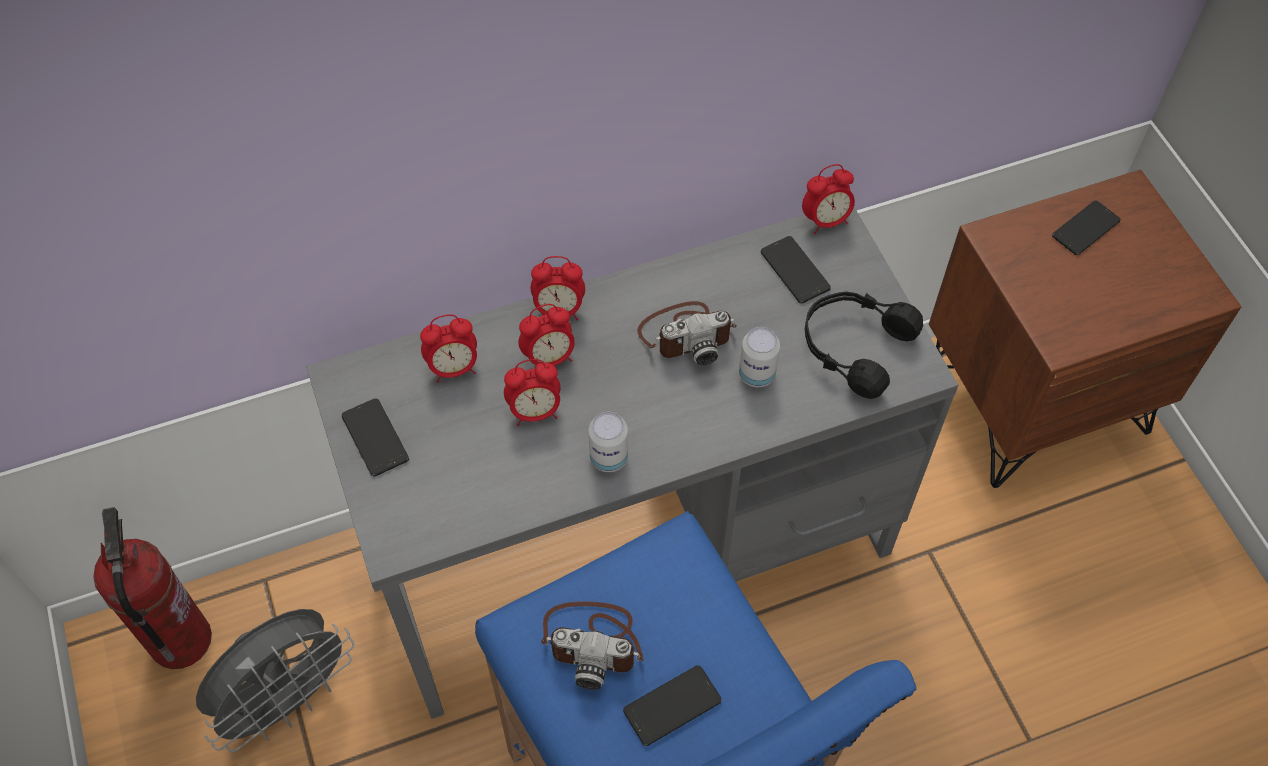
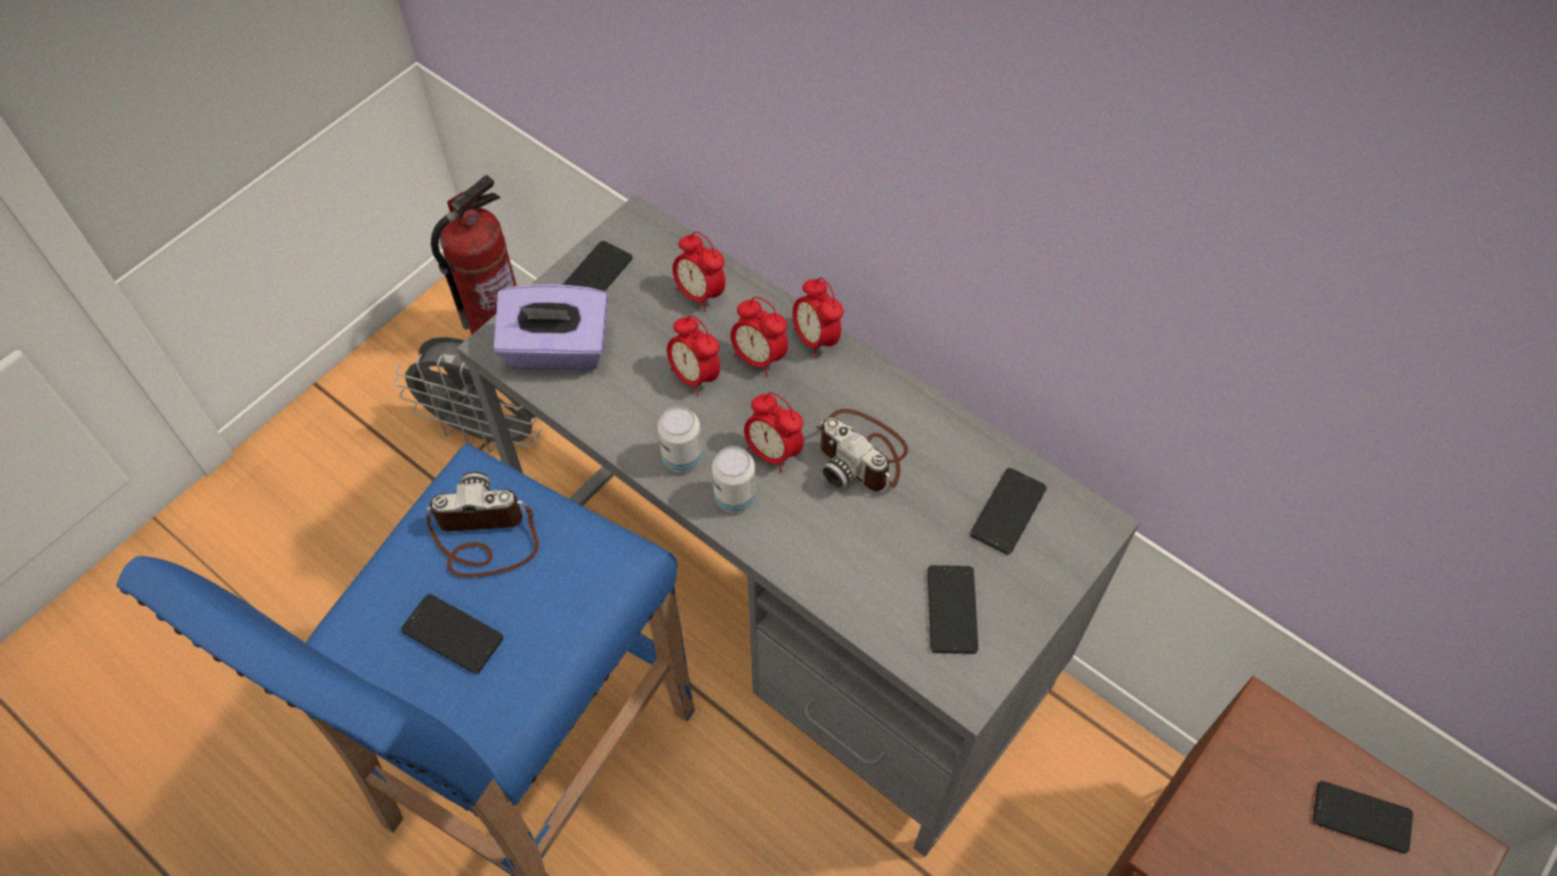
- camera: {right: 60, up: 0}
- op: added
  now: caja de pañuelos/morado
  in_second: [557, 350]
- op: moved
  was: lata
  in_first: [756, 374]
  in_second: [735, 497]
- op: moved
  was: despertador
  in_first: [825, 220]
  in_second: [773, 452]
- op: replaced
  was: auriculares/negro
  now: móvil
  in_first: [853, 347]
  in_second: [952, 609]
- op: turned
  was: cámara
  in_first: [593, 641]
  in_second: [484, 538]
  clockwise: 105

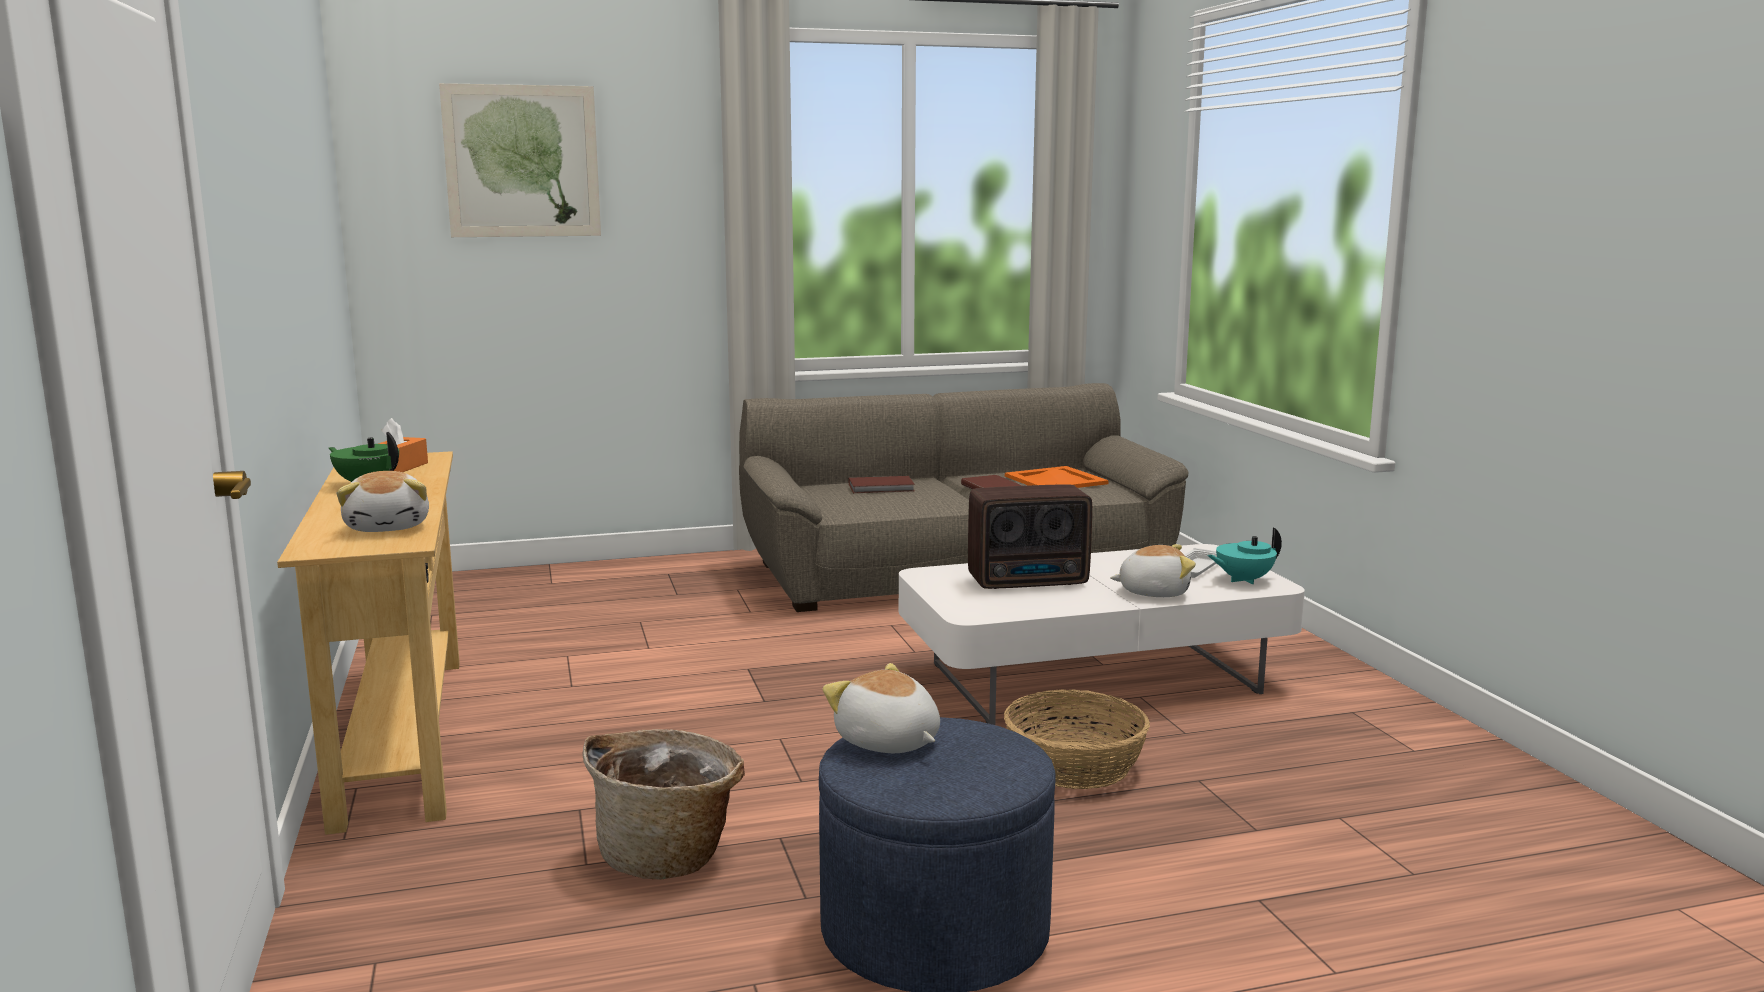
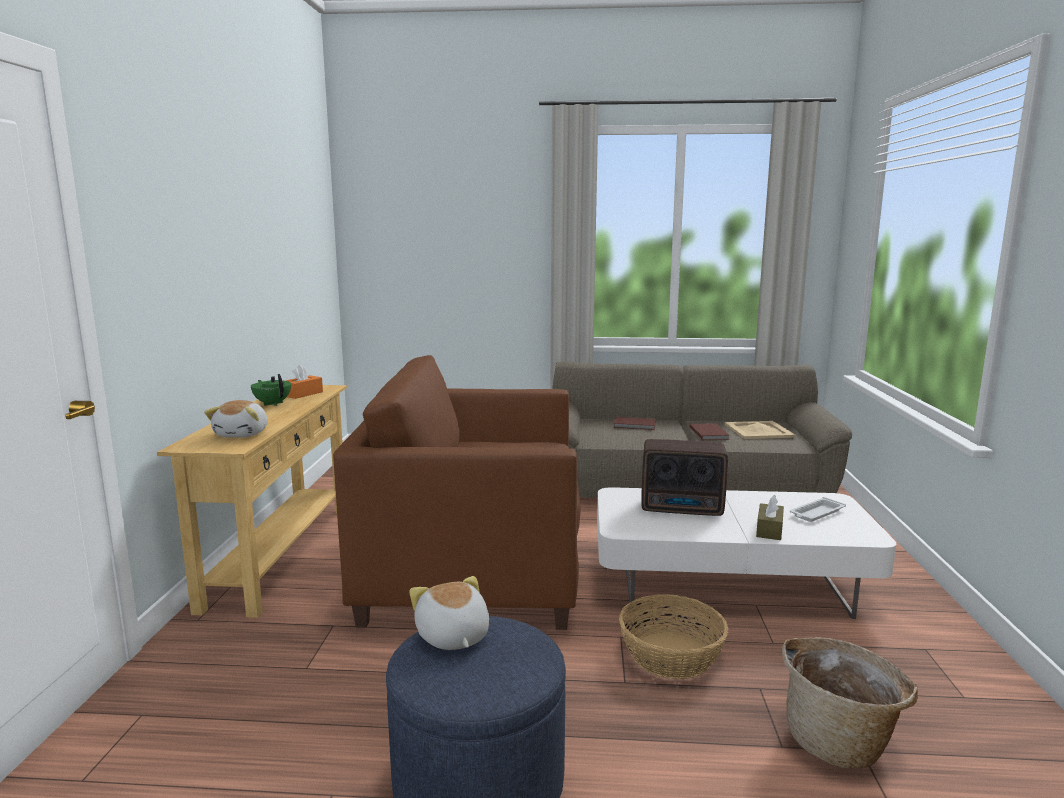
- camera: {right: 20, up: 0}
- op: removed
  was: cuadro
  in_first: [522, 161]
- op: removed
  was: tetera/turquesa
  in_first: [1243, 580]
- op: added
  now: sillón/marrón
  in_second: [474, 572]
- op: moved
  was: cesta
  in_first: [668, 856]
  in_second: [839, 741]
- op: replaced
  was: peluche
  now: caja de pañuelos/marrón
  in_first: [1153, 592]
  in_second: [769, 530]
- op: recoloured
  was: bandeja/naranja
  now: bandeja/beis
  in_first: [1054, 480]
  in_second: [758, 430]

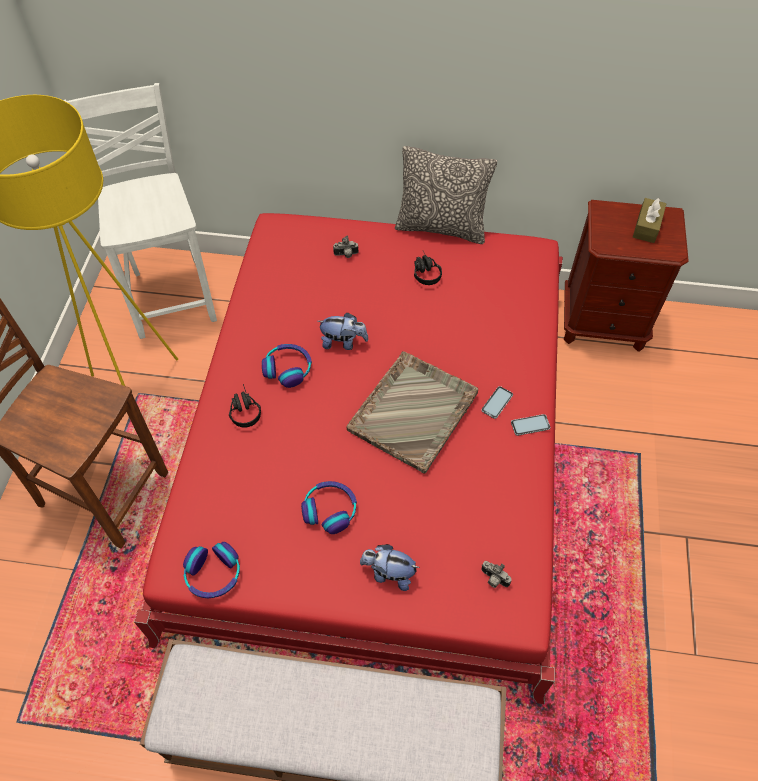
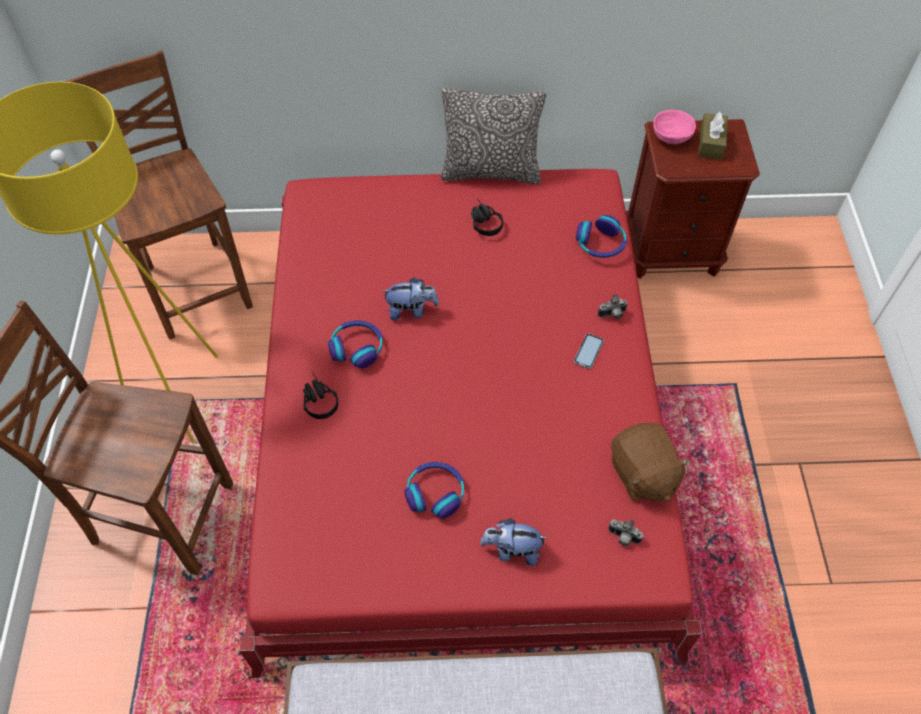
- camera: {right: -10, up: 0}
- op: removed
  was: bandeja/gris
  in_first: [414, 411]
- op: removed
  was: móvil
  in_first: [530, 425]
- op: added
  now: peluche/marrón
  in_second: [642, 474]
- op: added
  now: cuenco/rosa
  in_second: [671, 137]
- op: moved
  was: auriculares
  in_first: [213, 574]
  in_second: [600, 243]
- op: moved
  was: cámara
  in_first: [346, 255]
  in_second: [612, 315]
- op: recoloured
  was: silla/blanco
  now: silla/marrón
  in_first: [173, 295]
  in_second: [197, 285]

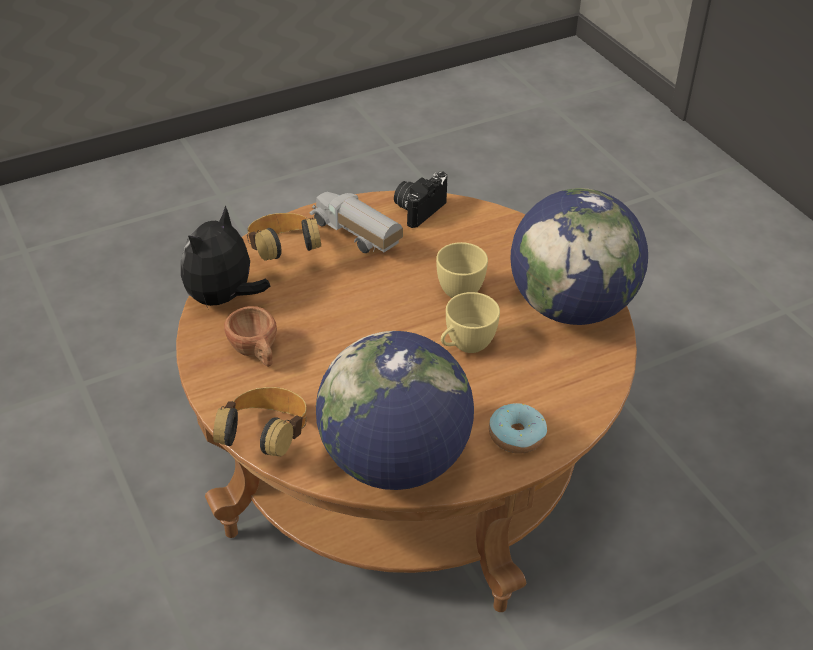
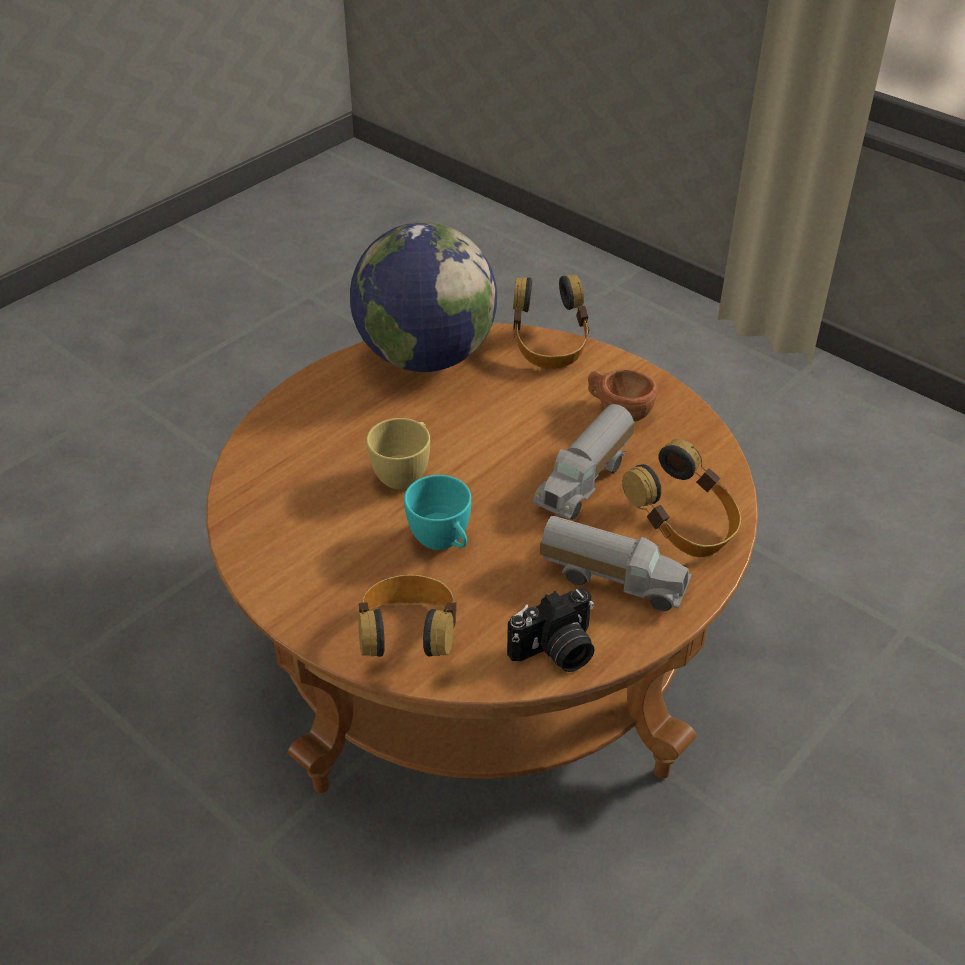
- camera: {right: 160, up: 0}
- op: removed
  was: peluche
  in_first: [223, 298]
- op: removed
  was: rosquilla
  in_first: [516, 436]
- op: removed
  was: globo terráqueo
  in_first: [571, 307]
- op: added
  now: auriculares
  in_second: [409, 638]
- op: added
  now: camión de juguete
  in_second: [585, 482]
- op: recoloured
  was: taza/amarillo
  now: taza/turquesa
  in_first: [458, 287]
  in_second: [443, 542]
- op: turned
  was: cámara
  in_first: [418, 209]
  in_second: [556, 651]
  clockwise: 45

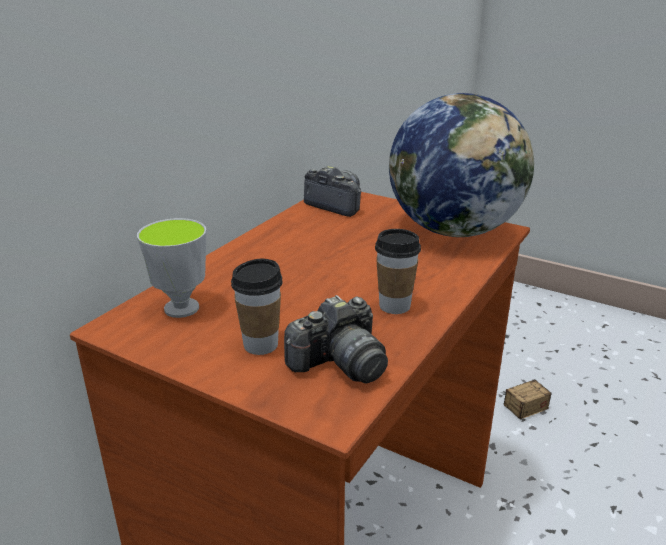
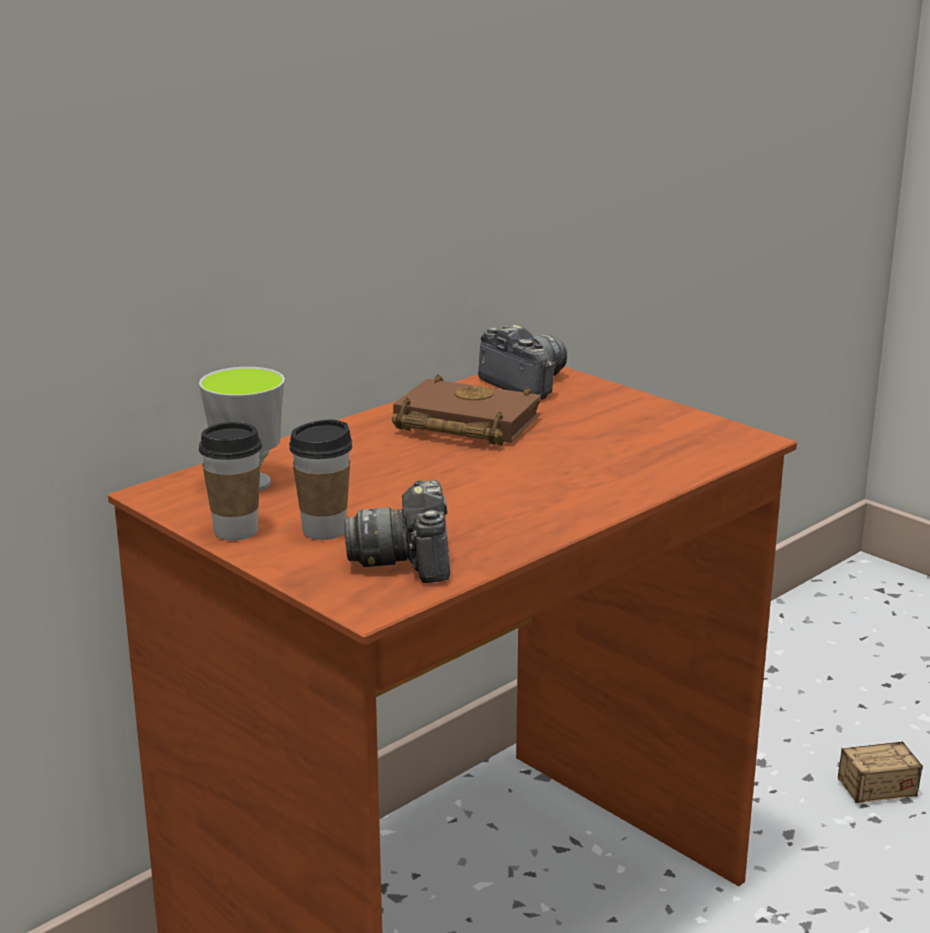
- camera: {right: 15, up: -5}
- op: removed
  was: globo terráqueo
  in_first: [454, 230]
- op: added
  now: libro/marrón
  in_second: [461, 424]
- op: moved
  was: taza
  in_first: [394, 306]
  in_second: [236, 531]
- op: turned
  was: cámara
  in_first: [340, 363]
  in_second: [408, 559]
  clockwise: 105

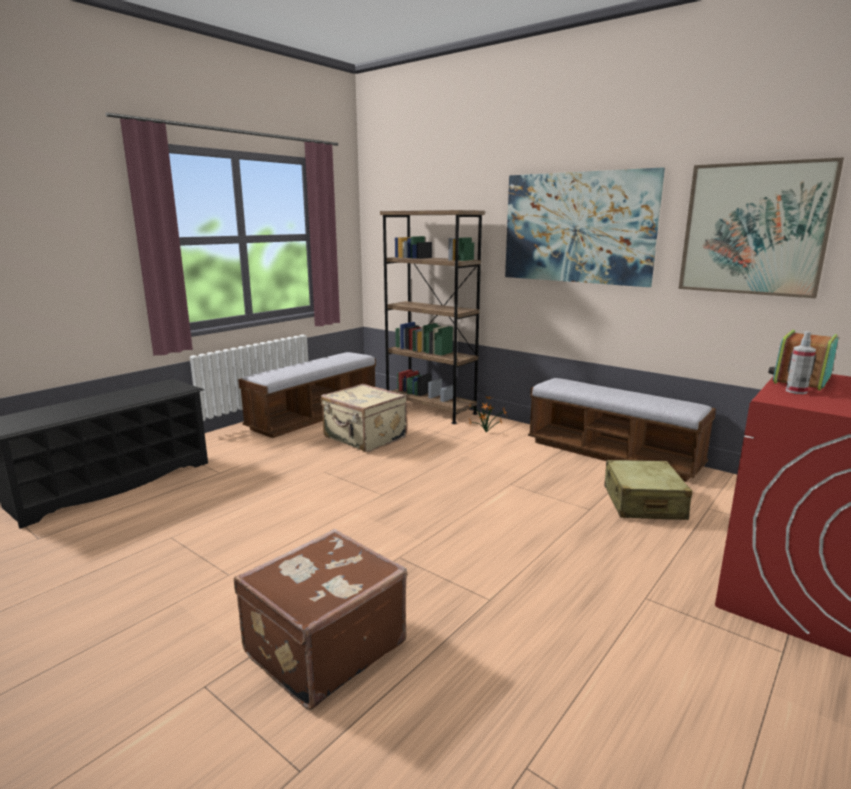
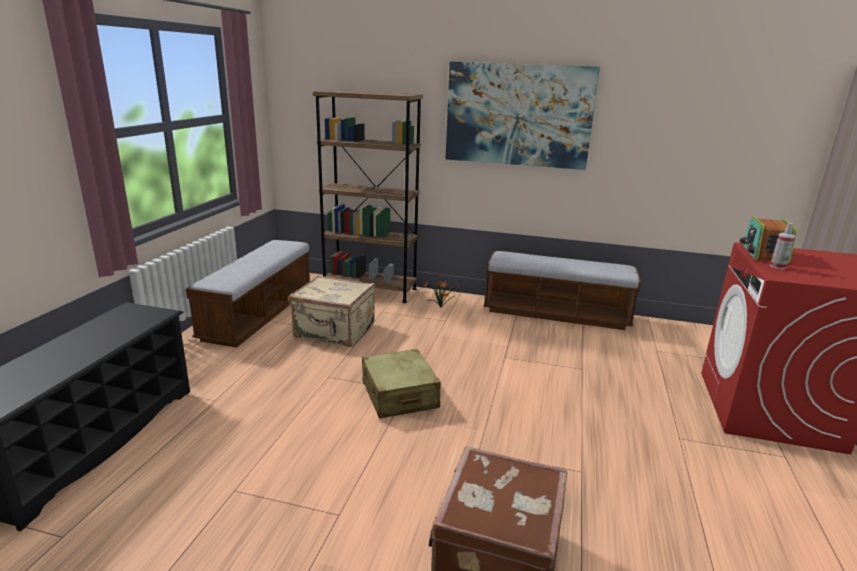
- camera: {right: -25, up: 5}
- op: removed
  was: cuadro
  in_first: [754, 229]
- op: moved
  was: maleta/beis
  in_first: [643, 503]
  in_second: [399, 395]

